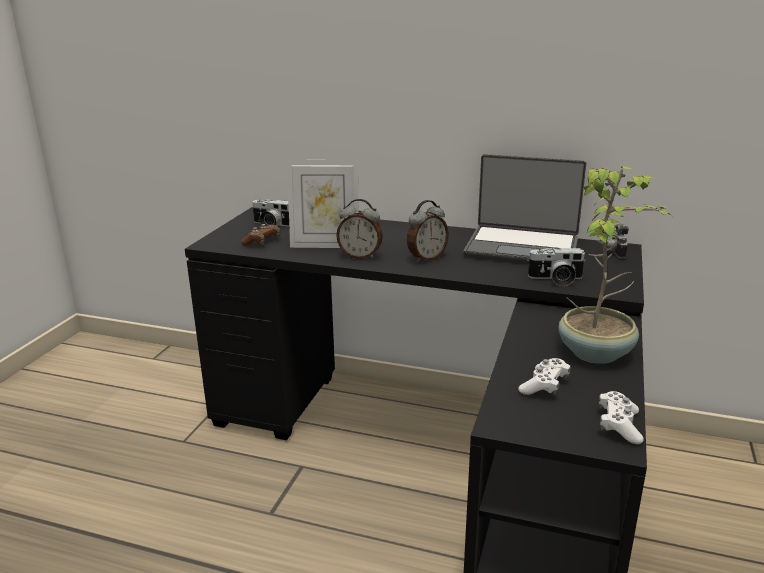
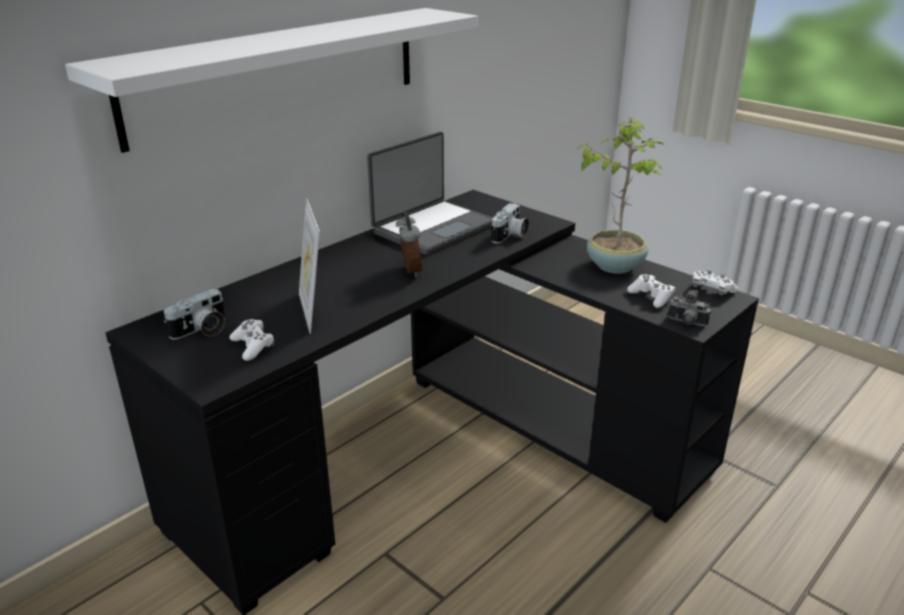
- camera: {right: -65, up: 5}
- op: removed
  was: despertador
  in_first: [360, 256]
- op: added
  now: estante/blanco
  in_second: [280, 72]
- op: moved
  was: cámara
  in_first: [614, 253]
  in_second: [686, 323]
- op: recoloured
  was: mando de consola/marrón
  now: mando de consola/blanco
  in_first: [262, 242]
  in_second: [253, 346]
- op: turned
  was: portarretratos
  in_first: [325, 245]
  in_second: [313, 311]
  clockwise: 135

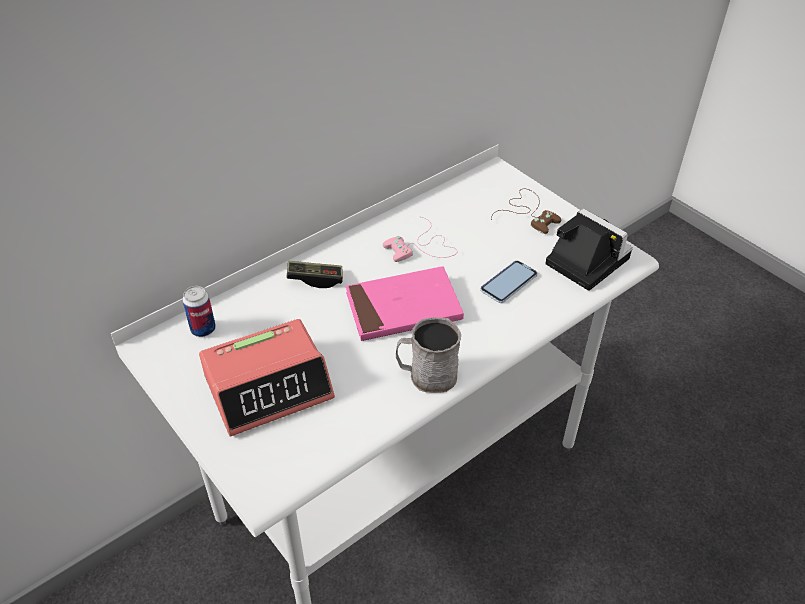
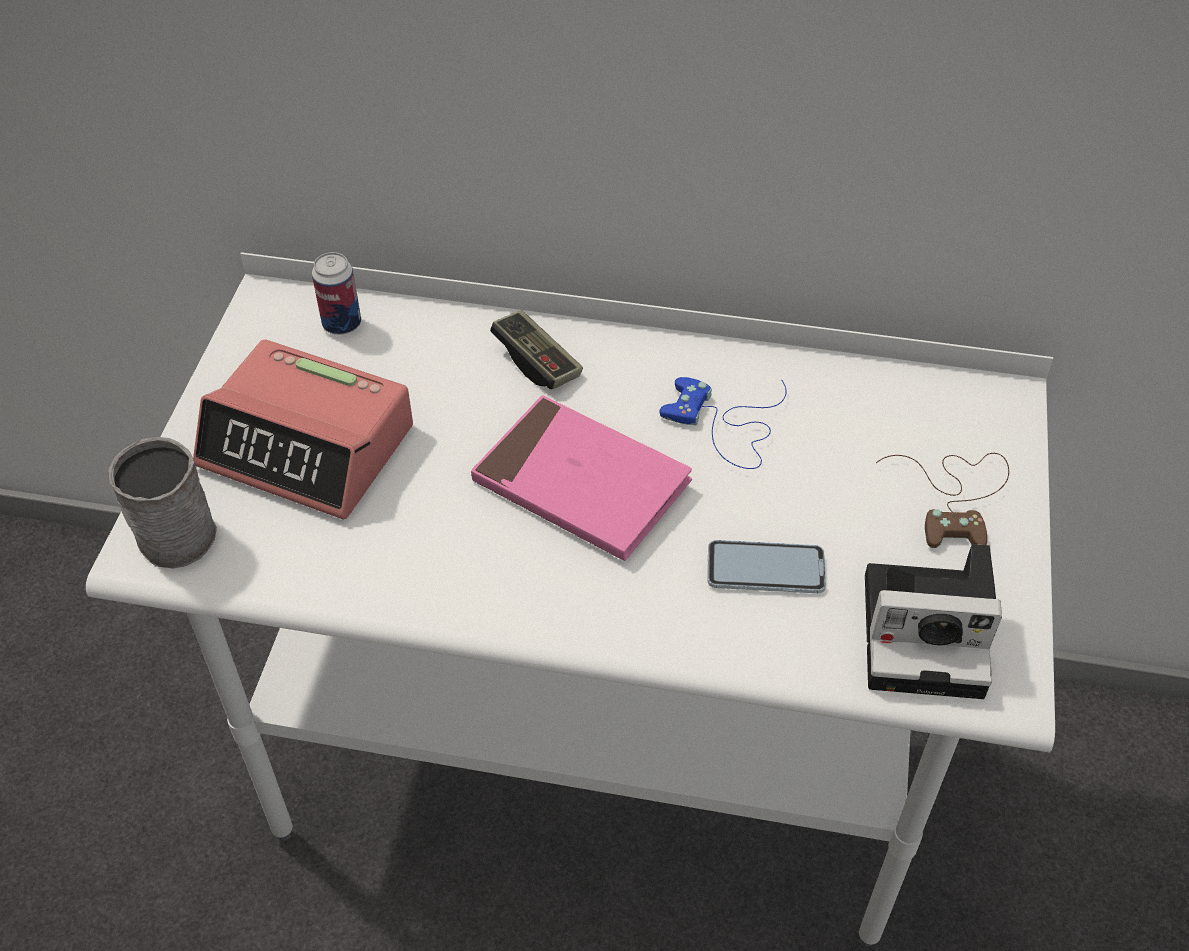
- camera: {right: 50, up: 5}
- op: moved
  was: taza grande/gris
  in_first: [426, 375]
  in_second: [171, 528]
- op: recoloured
  was: mando de consola/rosa
  now: mando de consola/azul
  in_first: [422, 247]
  in_second: [726, 425]
- op: turned
  was: cámara
  in_first: [584, 260]
  in_second: [929, 632]
  clockwise: 90

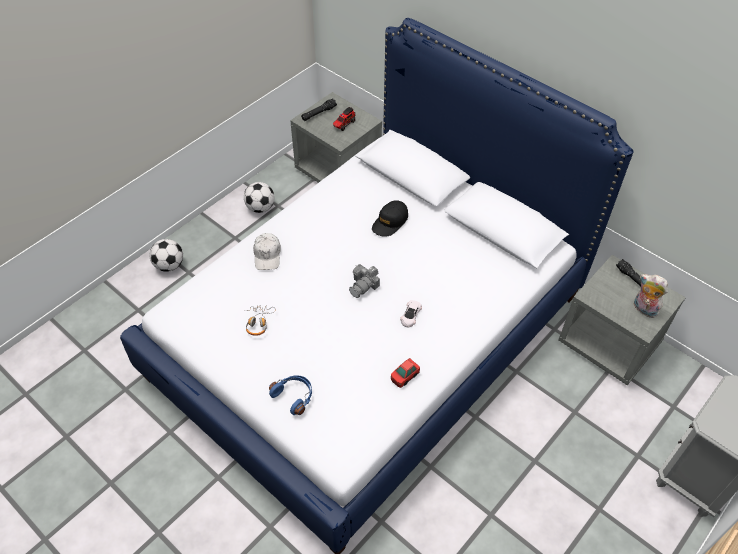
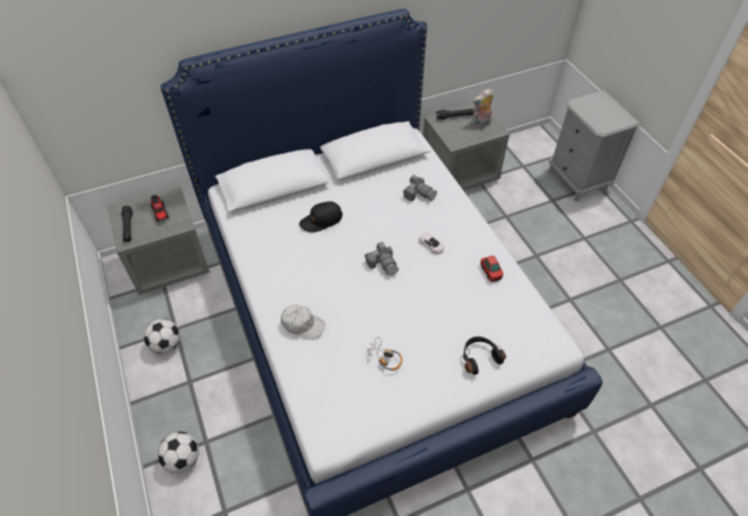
- camera: {right: -65, up: 0}
- op: added
  now: cámara
  in_second: [419, 194]
- op: recoloured
  was: auriculares/azul
  now: auriculares/negro
  in_first: [294, 396]
  in_second: [479, 357]
- op: turned
  was: gorra/negro
  in_first: [390, 222]
  in_second: [321, 220]
  clockwise: 90

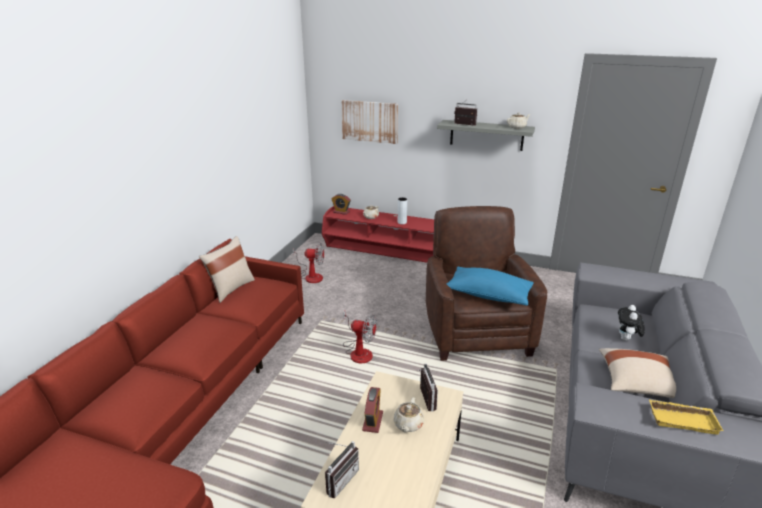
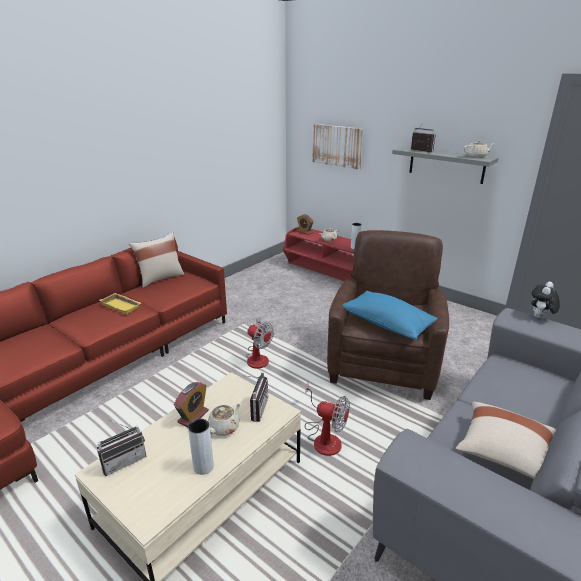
- camera: {right: 20, up: 0}
- op: added
  now: florero/gris
  in_second: [203, 467]
- op: moved
  was: ventilador
  in_first: [310, 276]
  in_second: [324, 437]
- op: moved
  was: peluche
  in_first: [626, 339]
  in_second: [540, 317]
- op: moved
  was: bandeja/amarillo
  in_first: [683, 419]
  in_second: [122, 306]

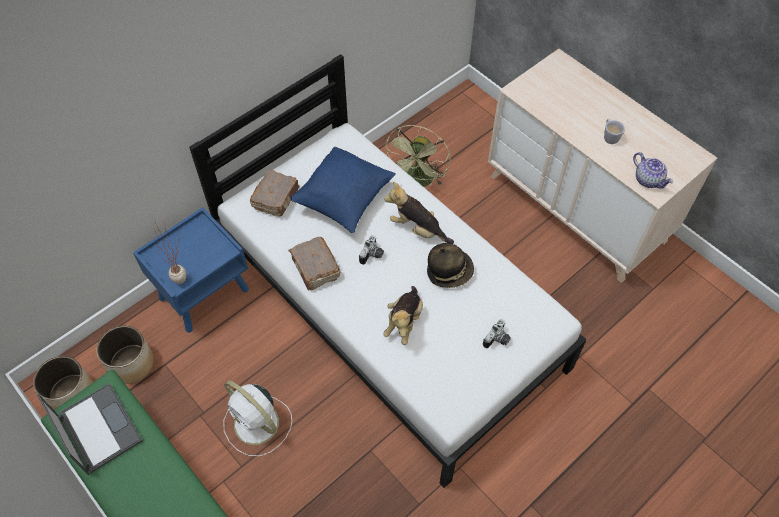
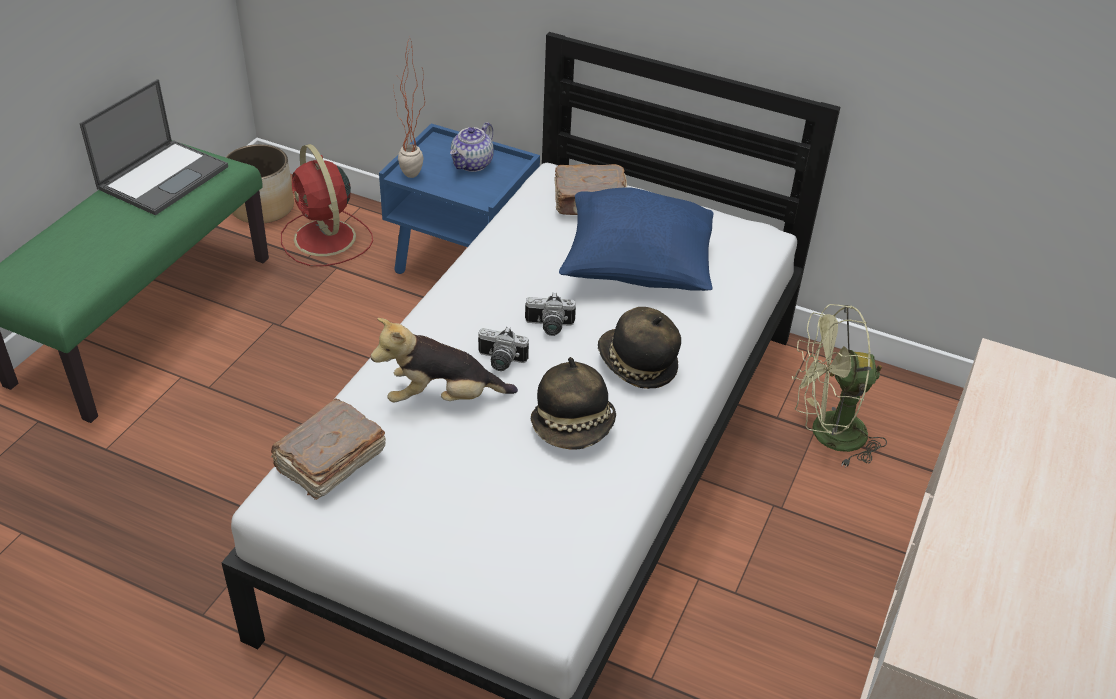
- camera: {right: 65, up: -15}
- op: removed
  was: ventilador/blanco
  in_first: [258, 424]
- op: removed
  was: taza grande/blanco
  in_first: [609, 136]
- op: moved
  was: libro/marrón
  in_first: [315, 269]
  in_second: [329, 462]
- op: moved
  was: cámara
  in_first: [498, 340]
  in_second: [500, 361]
- op: moved
  was: tetera
  in_first: [648, 180]
  in_second: [472, 164]
- op: replaced
  was: maceta
  now: ventilador/rojo
  in_first: [132, 363]
  in_second: [326, 239]
- op: replaced
  was: peluche
  now: sombrero
  in_first: [417, 229]
  in_second: [636, 365]

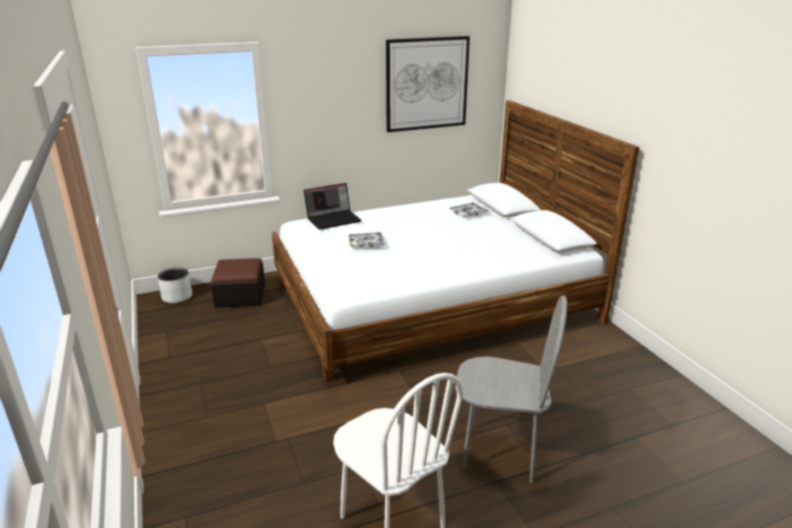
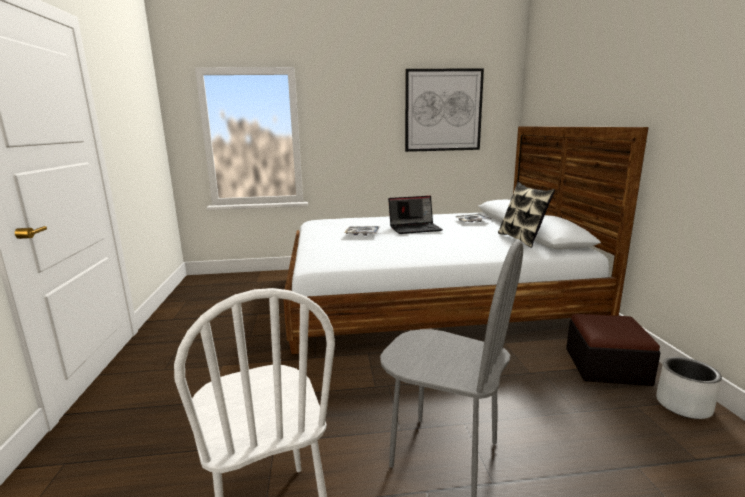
- camera: {right: 15, up: -10}
- op: added
  now: cojín
  in_second: [521, 239]
- op: moved
  was: maceta/gris
  in_first: [177, 297]
  in_second: [683, 405]
- op: moved
  was: puf
  in_first: [240, 295]
  in_second: [606, 366]
- op: moved
  was: portátil
  in_first: [333, 219]
  in_second: [415, 228]

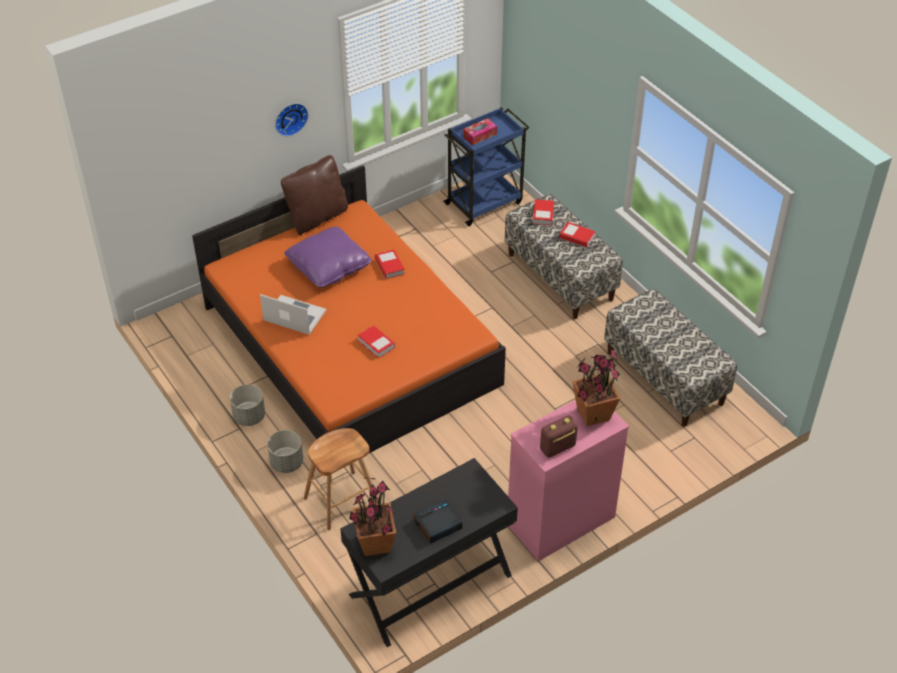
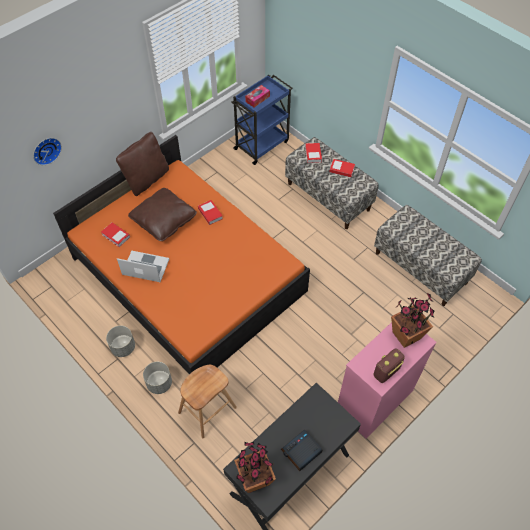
- camera: {right: -10, up: 10}
- op: moved
  was: reloj de pared
  in_first: [290, 118]
  in_second: [46, 150]
- op: moved
  was: libro
  in_first: [376, 344]
  in_second: [116, 236]
- op: recoloured
  was: cojín/morado
  now: cojín/marrón
  in_first: [329, 267]
  in_second: [164, 220]

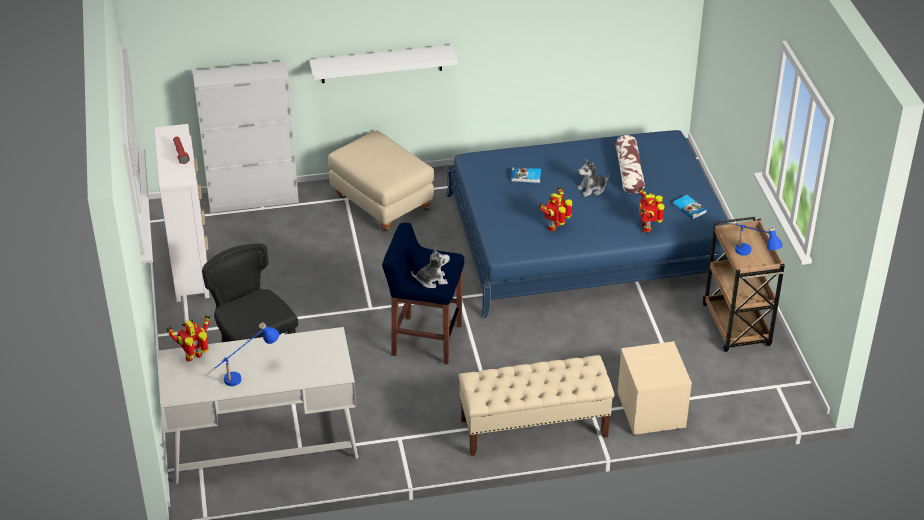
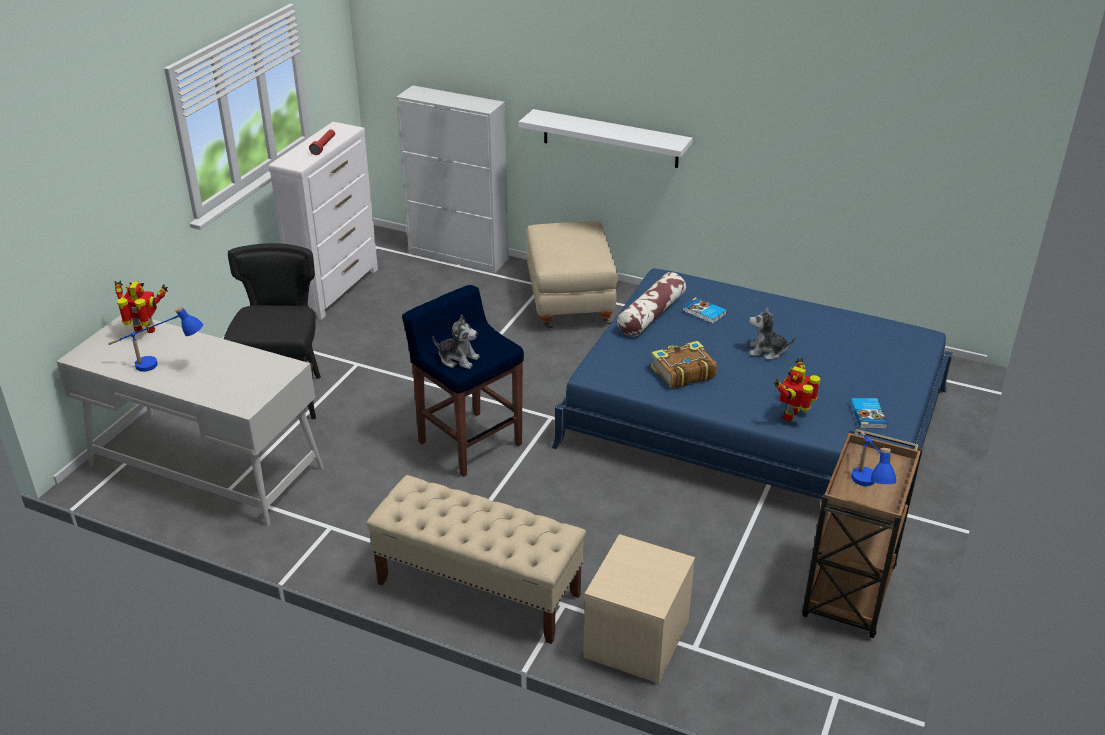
- camera: {right: 35, up: -5}
- op: moved
  was: cojín
  in_first: [629, 172]
  in_second: [651, 315]
- op: replaced
  was: robot de juguete
  now: libro
  in_first: [555, 227]
  in_second: [682, 372]

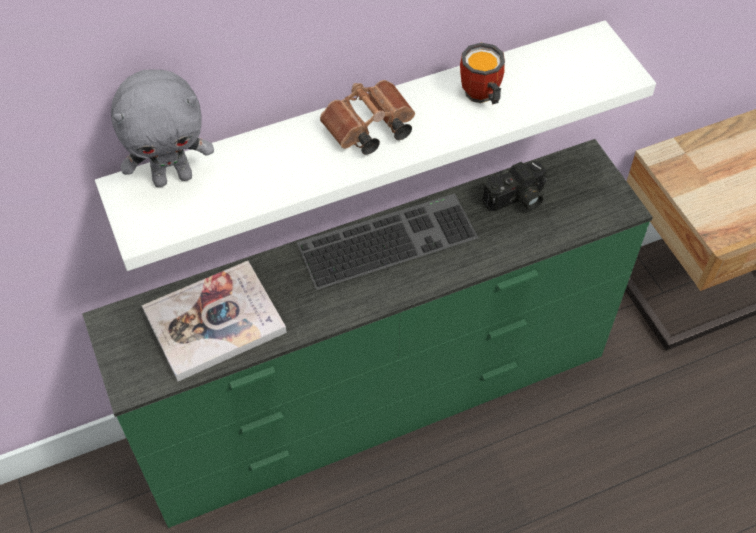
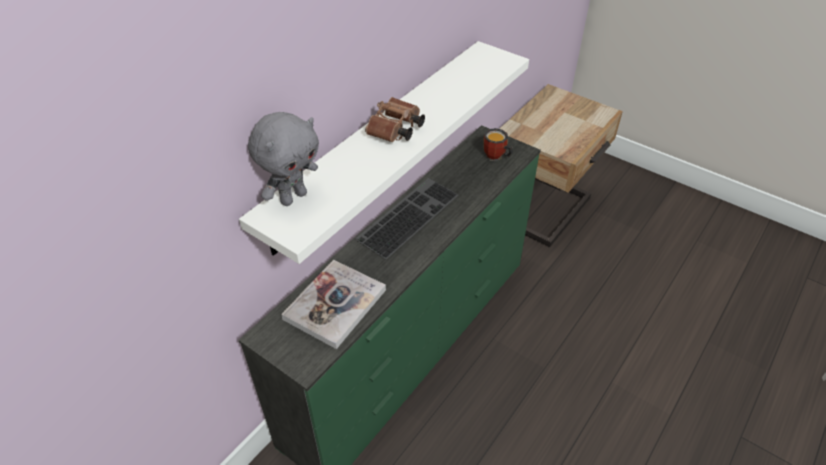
- camera: {right: -30, up: -10}
- op: removed
  was: cámara
  in_first: [516, 200]
- op: moved
  was: taza grande
  in_first: [479, 97]
  in_second: [495, 158]

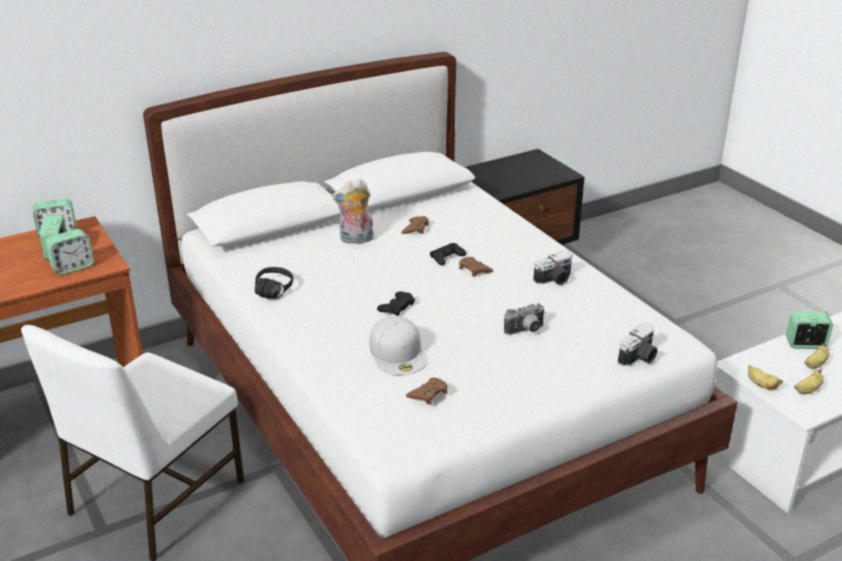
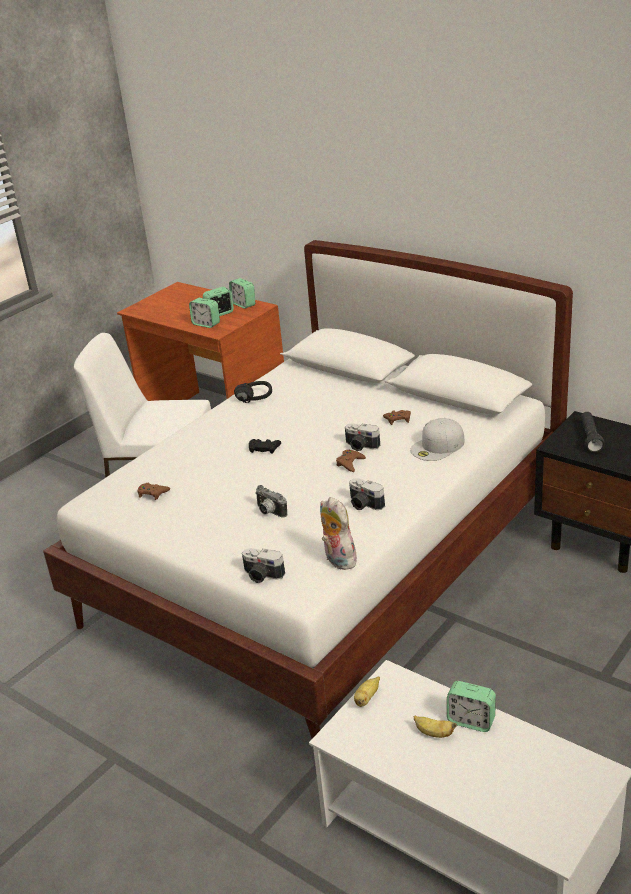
- camera: {right: 70, up: 0}
- op: removed
  was: plátano
  in_first: [807, 390]
- op: added
  now: linterna/negro
  in_second: [590, 438]
- op: moved
  was: peluche
  in_first: [356, 240]
  in_second: [337, 560]
- op: moved
  was: gorra/blanco
  in_first: [398, 353]
  in_second: [438, 446]
- op: replaced
  was: mando de consola/negro
  now: cámara
  in_first: [447, 257]
  in_second: [361, 446]
- op: turned
  was: despertador
  in_first: [805, 344]
  in_second: [471, 721]
  clockwise: 135

